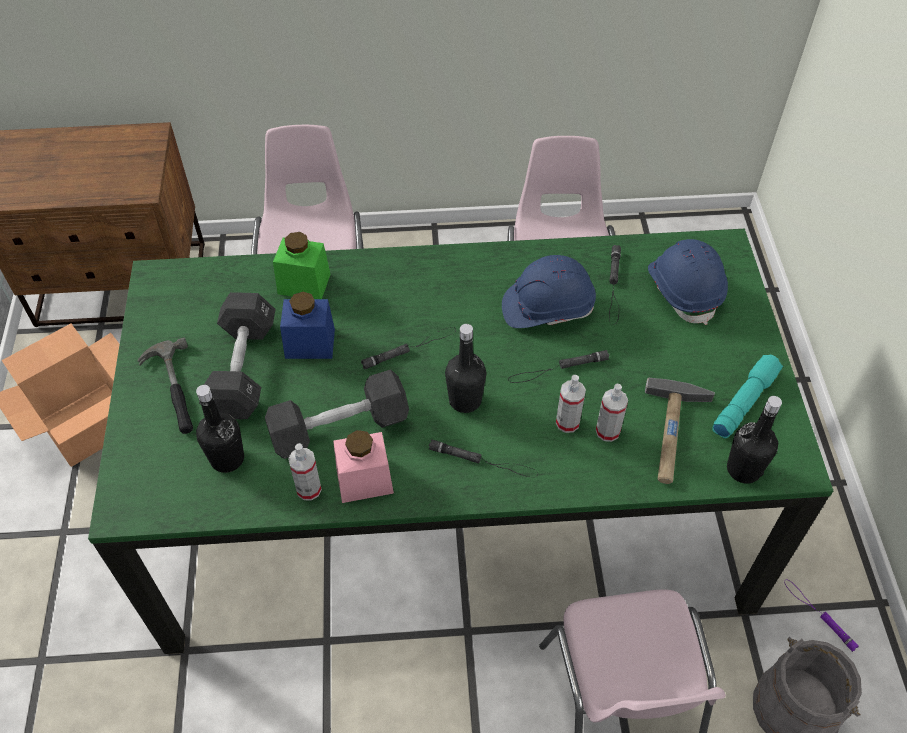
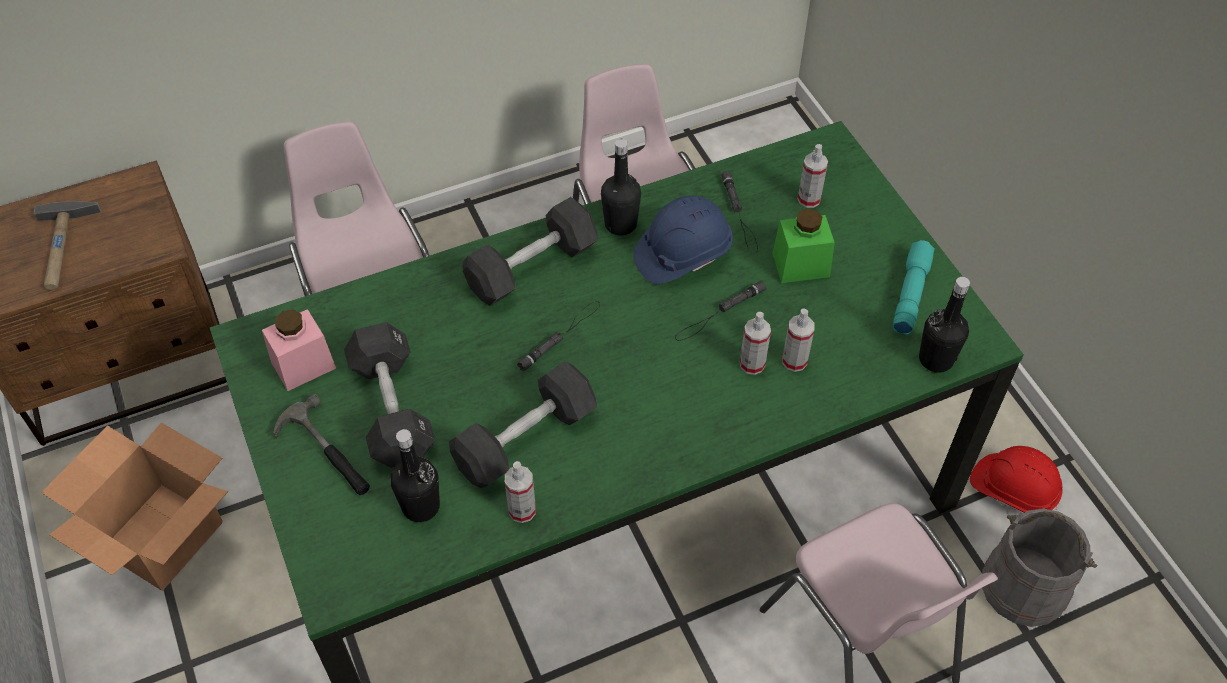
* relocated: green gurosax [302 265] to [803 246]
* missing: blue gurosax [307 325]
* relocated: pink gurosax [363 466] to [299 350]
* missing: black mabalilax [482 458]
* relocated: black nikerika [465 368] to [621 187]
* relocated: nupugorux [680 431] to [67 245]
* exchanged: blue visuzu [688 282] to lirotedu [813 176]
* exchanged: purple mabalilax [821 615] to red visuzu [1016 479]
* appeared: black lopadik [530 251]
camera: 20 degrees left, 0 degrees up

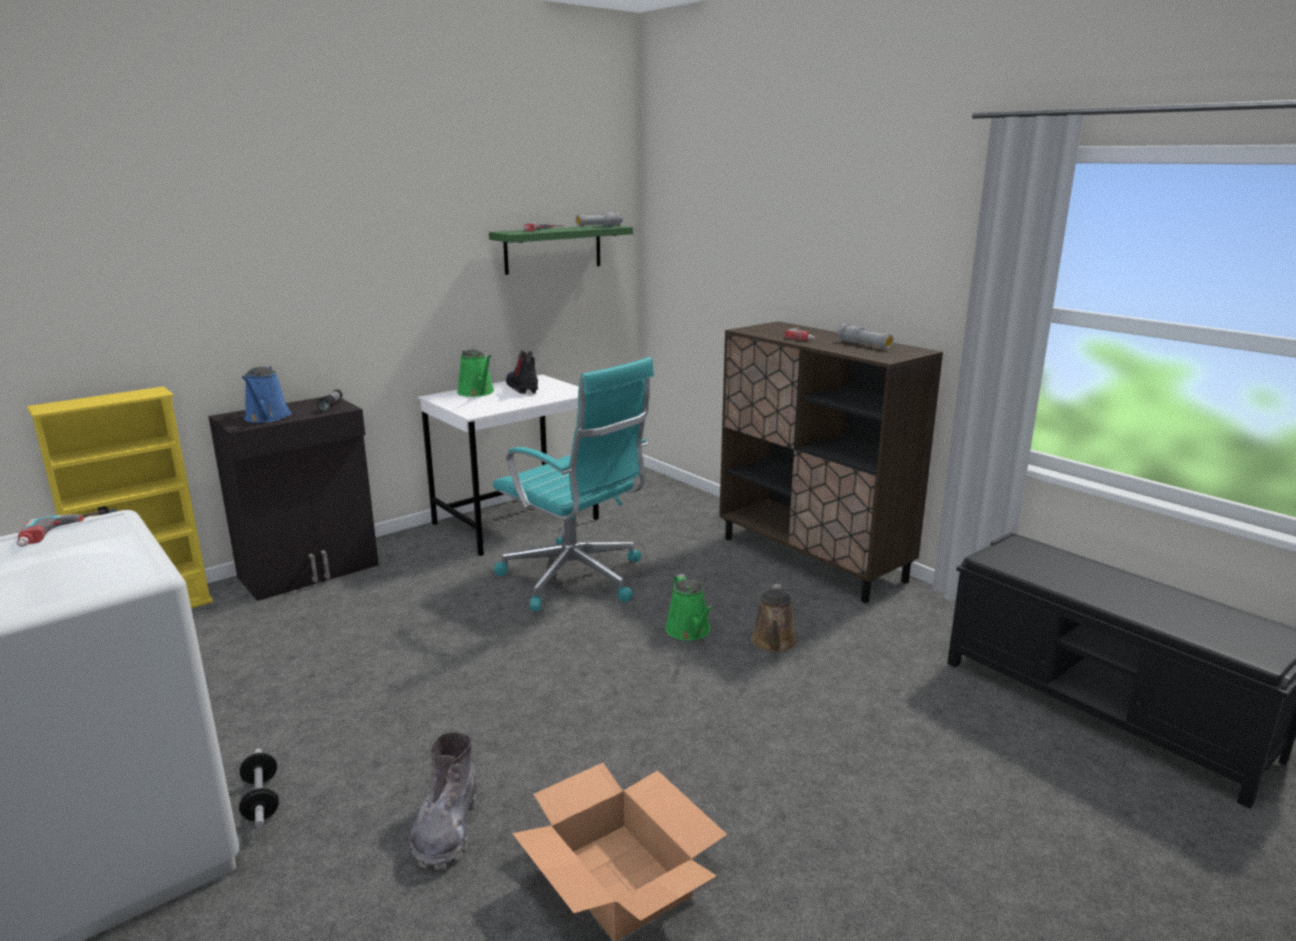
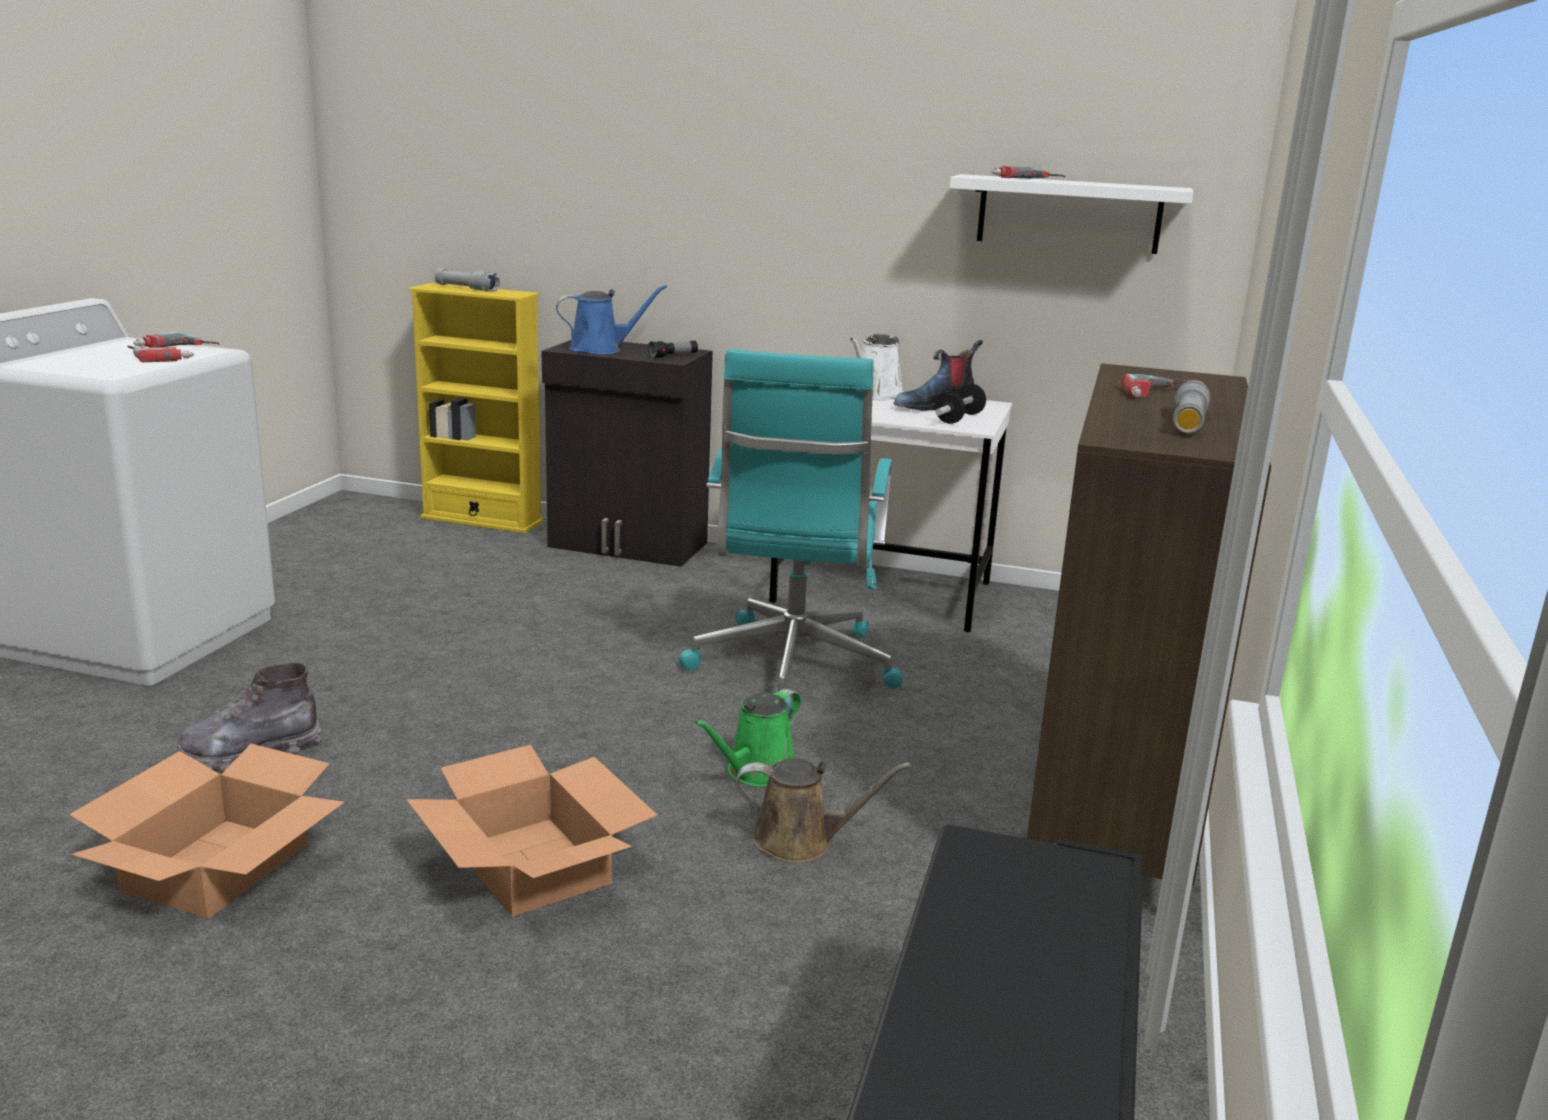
* relocated: lopadik [259 788] to [960 404]
* spun: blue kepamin [266 394] = [611 319] 150 degrees counterclockwise
* colour: green kepamin [475 373] to white kepamin [876 367]
* colour: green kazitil [561 250] to white kazitil [1071 214]
* spun: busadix [522 372] = [938 375] 150 degrees counterclockwise
* relocated: grey mabalilax [599 219] to [467 280]
* spun: brown kepamin [774 618] = [823 810] 150 degrees counterclockwise
* appeared: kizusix [160 354]
* appeared: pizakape [531 831]
camera: 55 degrees right, 0 degrees up

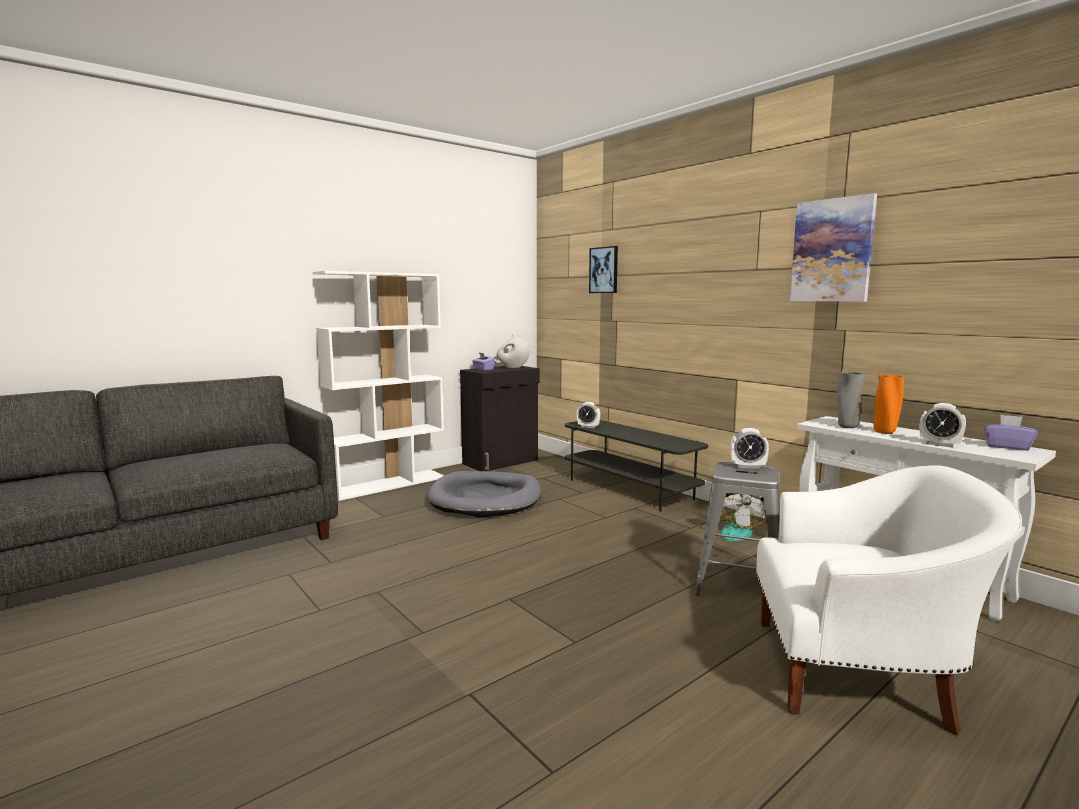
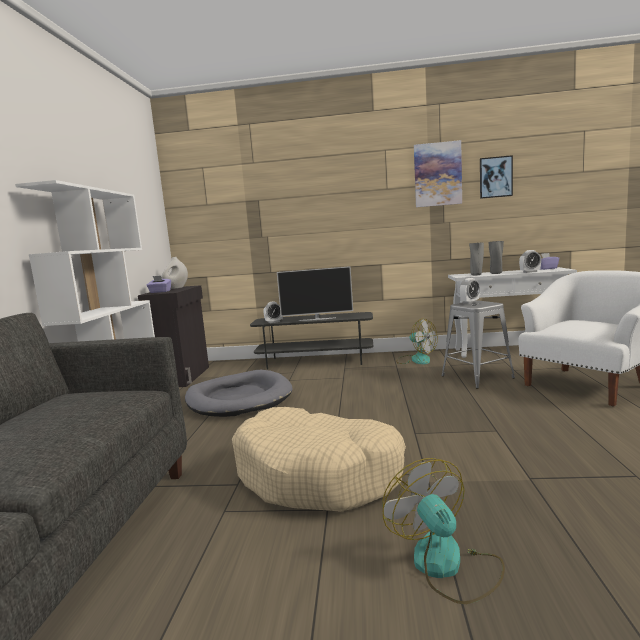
* relocated: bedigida [603 269] to [496 177]
* colour: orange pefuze [888 404] to grey pefuze [496 257]
* appeared: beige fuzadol [319 459]
* appeared: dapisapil [315 293]
* appeared: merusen [444 531]
camera: 45 degrees left, 0 degrees up

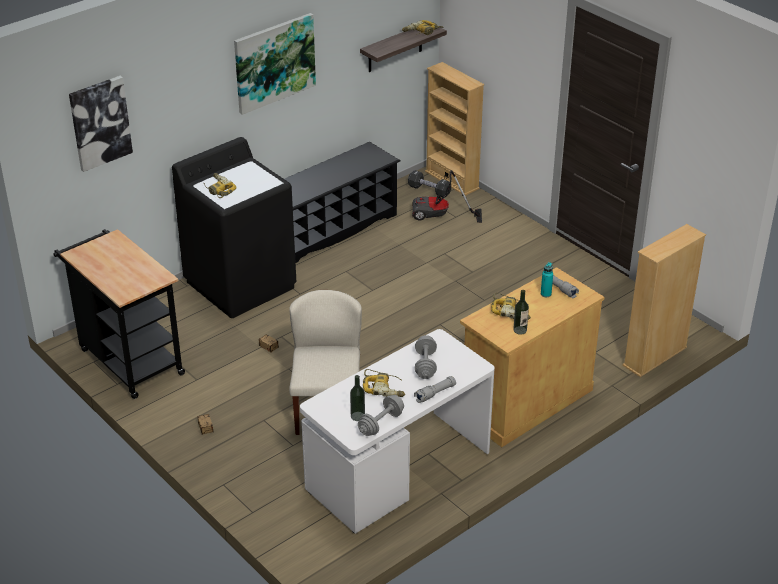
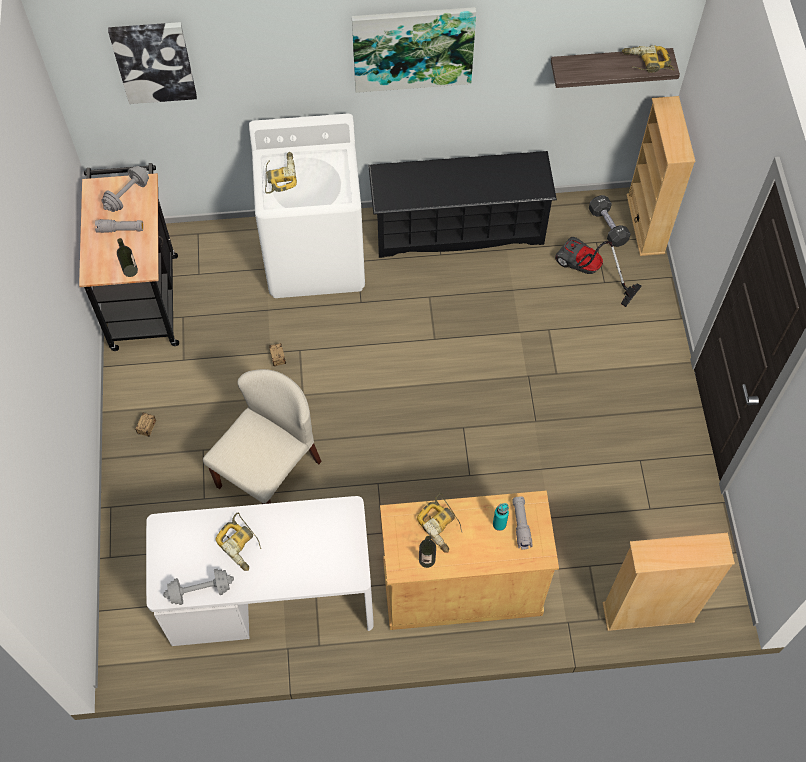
* colour: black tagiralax [234 227] to white tagiralax [307 206]
* relocated: nikerika [357 398] to [127 257]
* relocated: grey mabalilax [435 389] to [119 226]
* relocated: grey lopadik [426 357] to [125 189]
camera: 35 degrees right, 25 degrees up

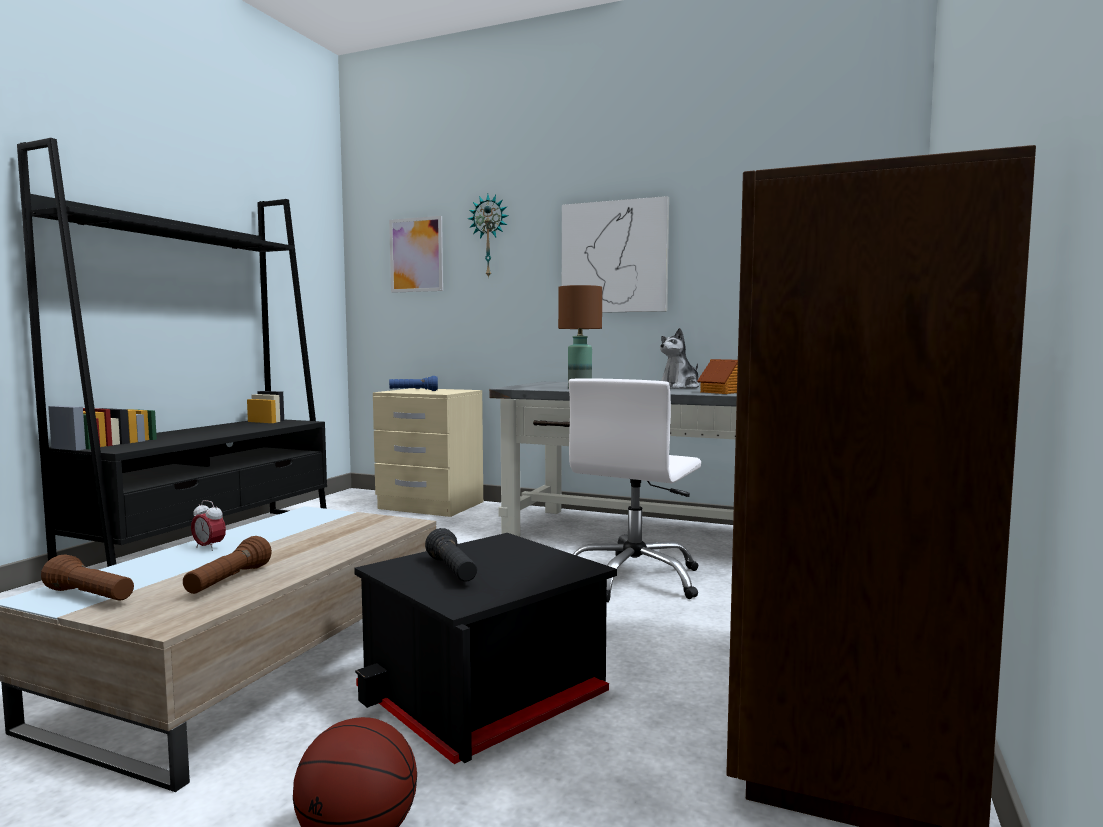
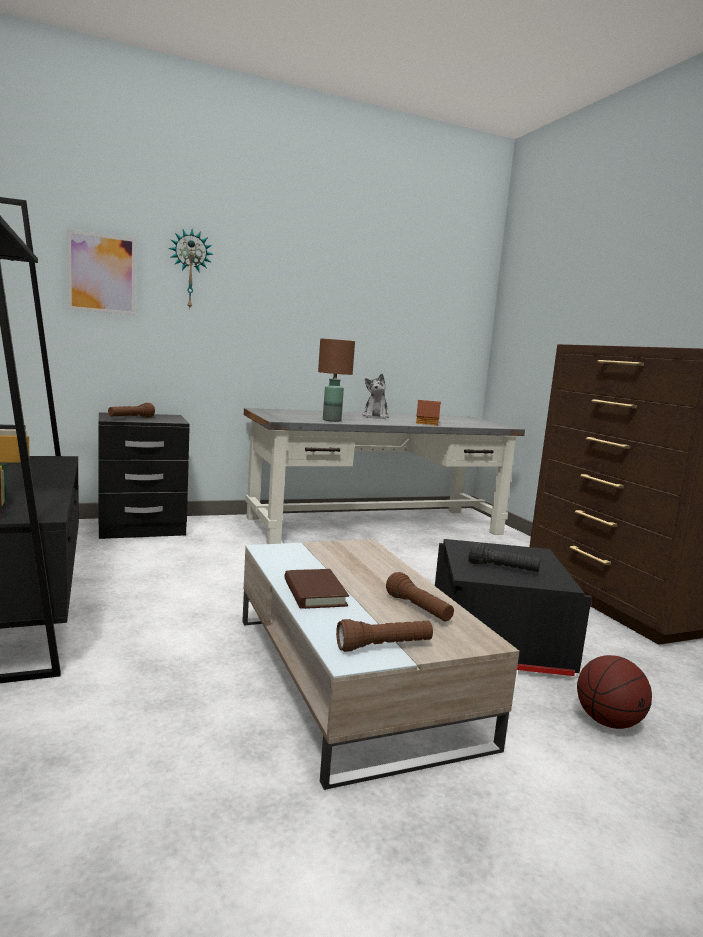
* exchanged: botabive [208 525] to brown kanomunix [317 589]
* colour: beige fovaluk [428 452] to black fovaluk [144 475]
* colour: blue mabalilax [413 383] to brown mabalilax [131 410]
* missing: bedigida [615 254]
* missing: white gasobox [635 490]
camera: 45 degrees left, 5 degrees up

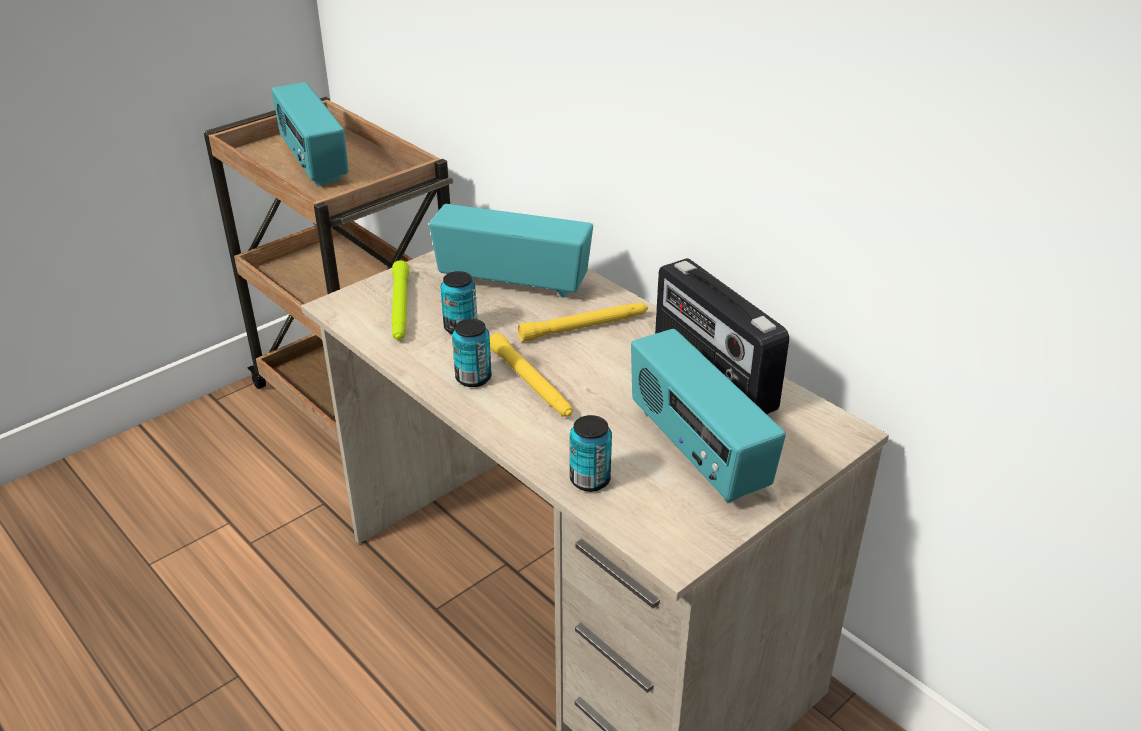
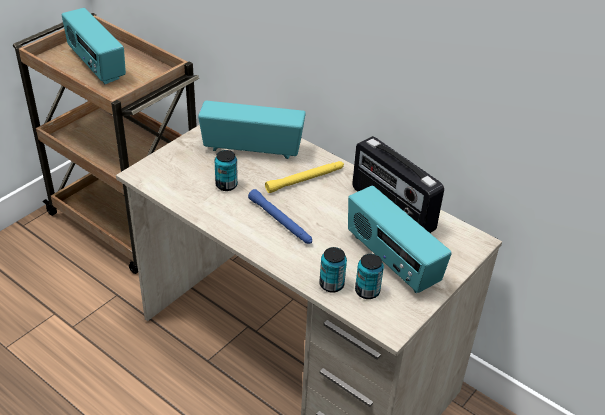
* missing: green mabalilax [400 300]
* relocated: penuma [472 353] to [369 276]
* colour: yellow mabalilax [531 375] to blue mabalilax [280 216]
camera: 10 degrees left, 5 degrees up

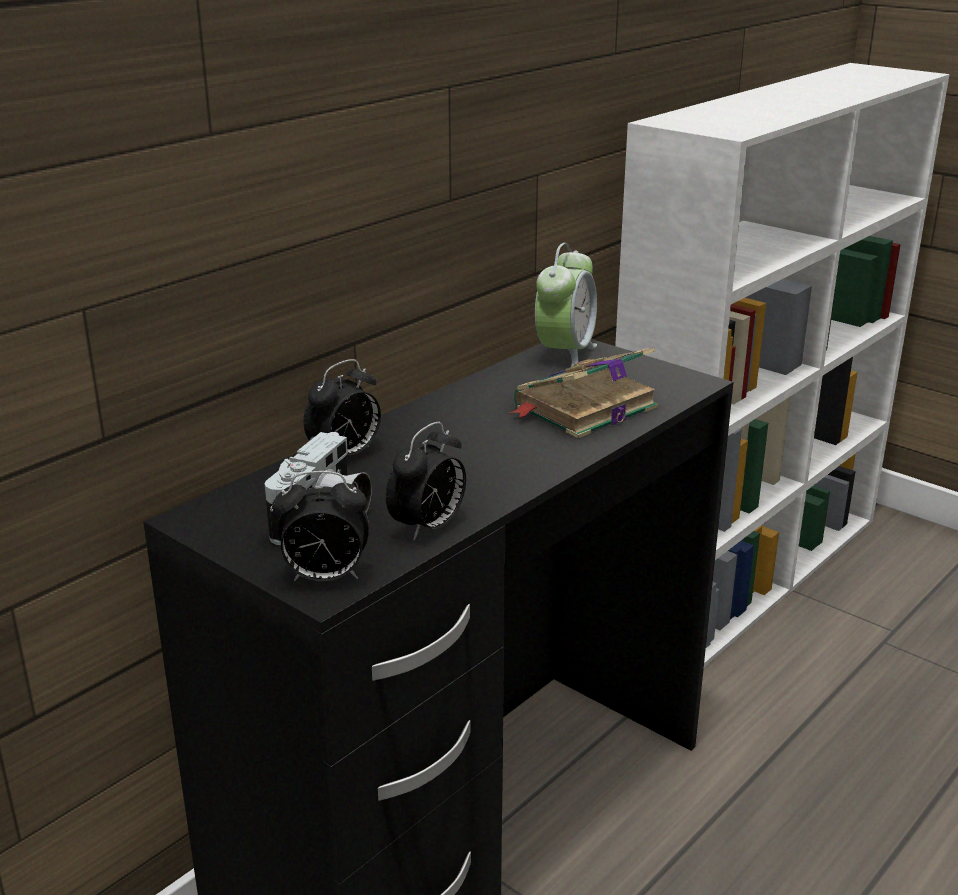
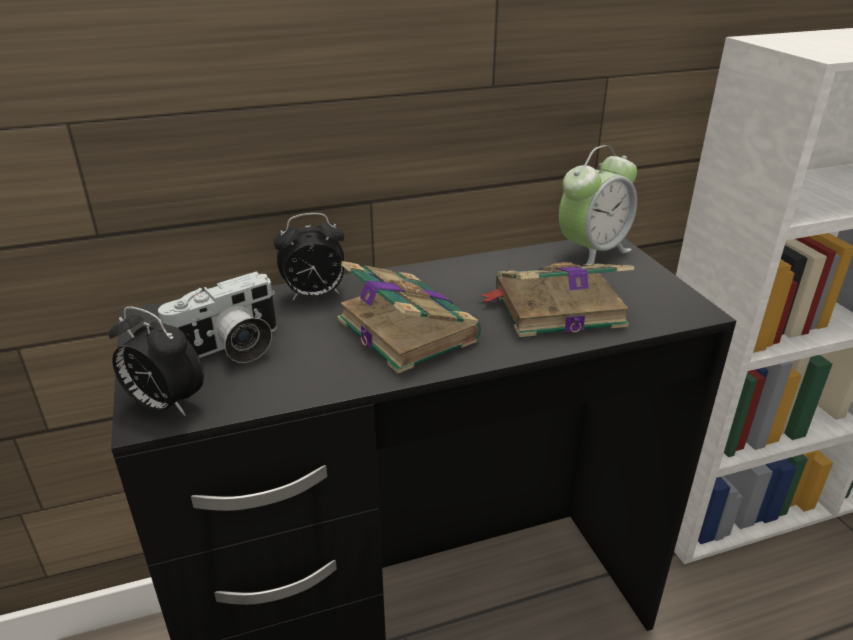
* missing: botabive [426 481]
* appeared: kanomunix [409 317]
camera: 30 degrees right, 5 degrees up

